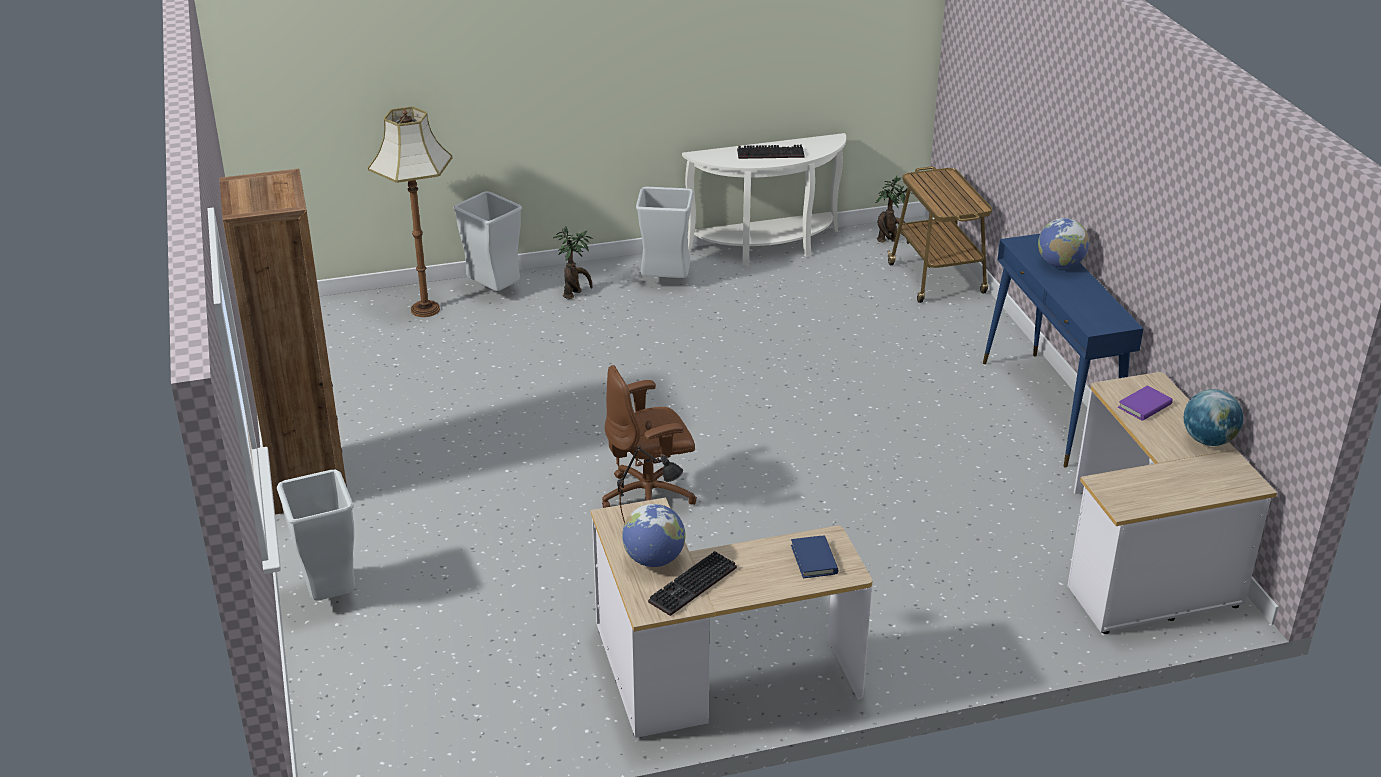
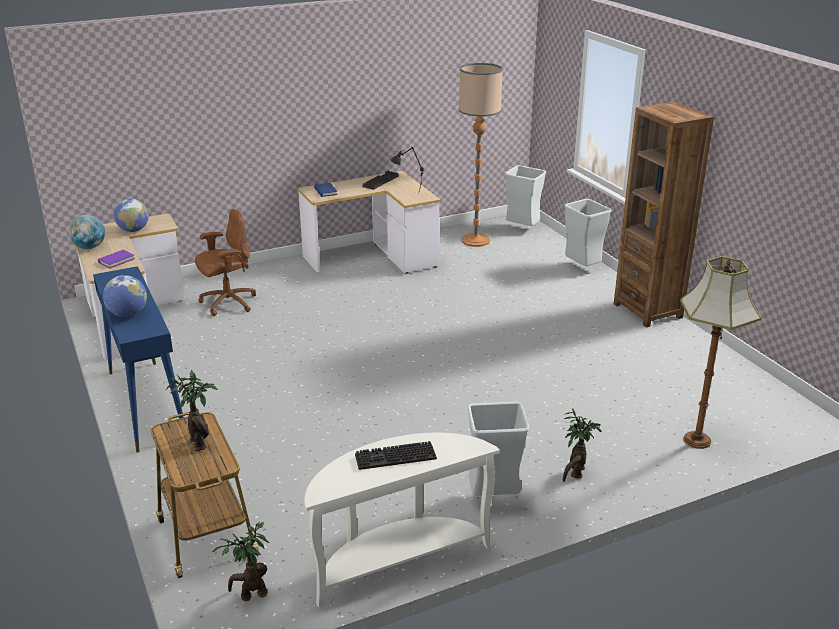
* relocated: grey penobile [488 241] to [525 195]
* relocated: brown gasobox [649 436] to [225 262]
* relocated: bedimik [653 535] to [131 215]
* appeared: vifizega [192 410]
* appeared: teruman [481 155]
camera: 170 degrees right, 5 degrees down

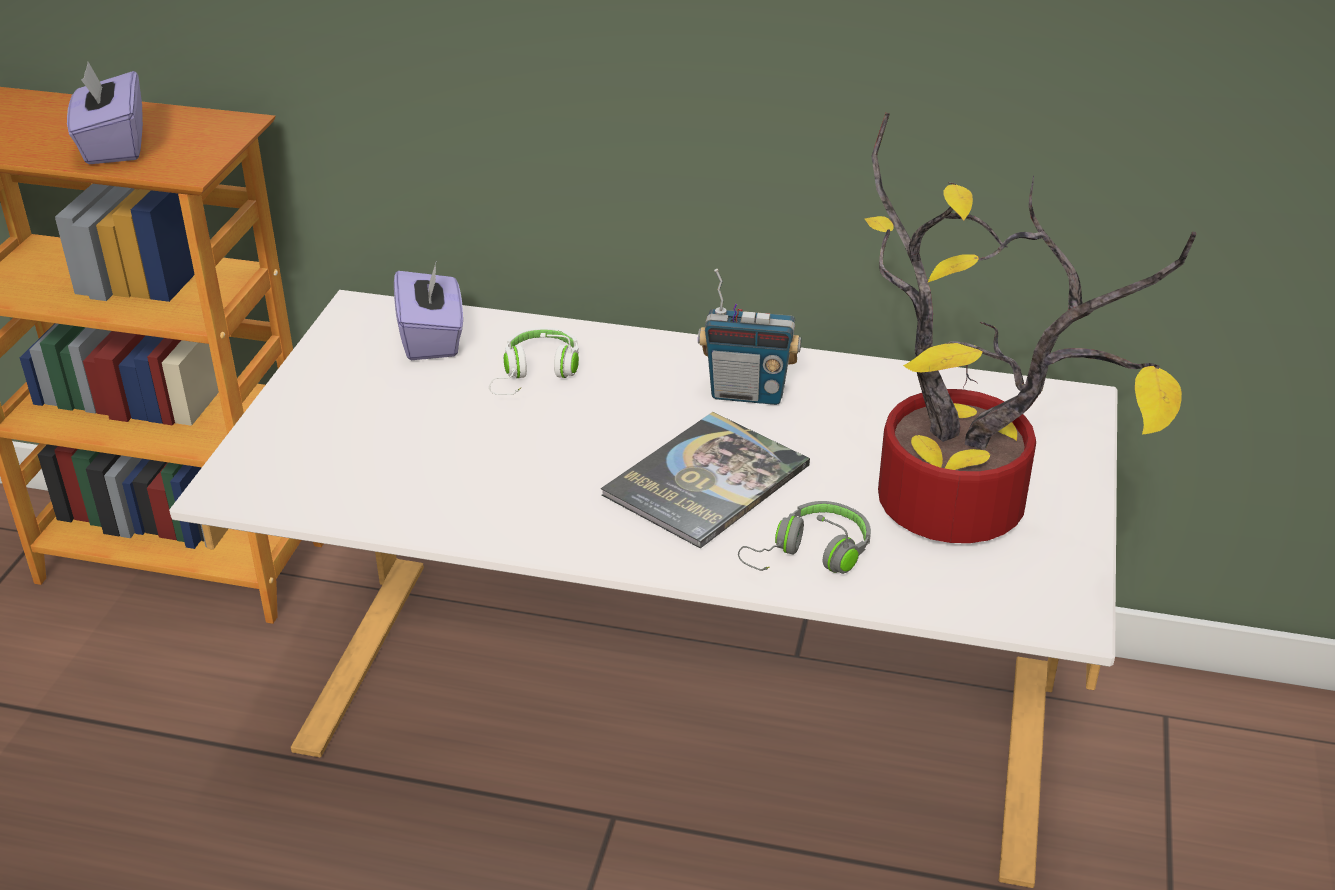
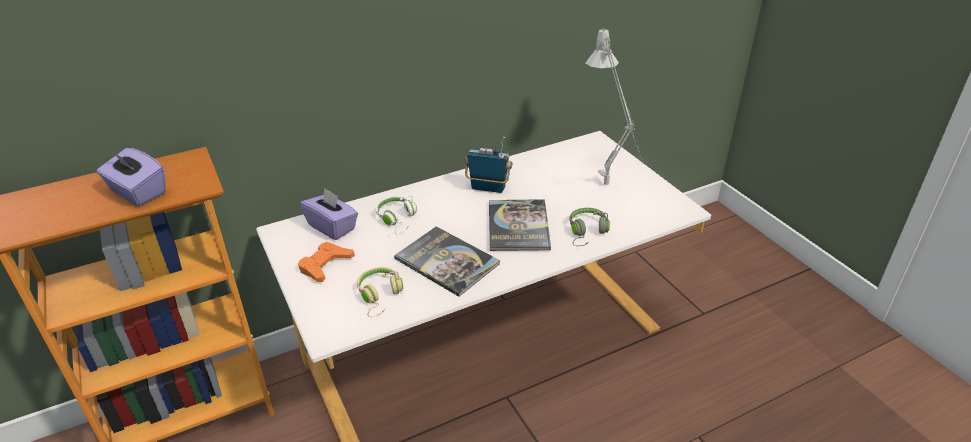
* spun: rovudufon [749 337] = [488 165] 135 degrees counterclockwise
* exchanged: vifizega [1030 328] to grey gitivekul [614 106]
* appeared: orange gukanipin [326 262]
* appeared: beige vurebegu [380 292]
* appeared: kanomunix [447 261]
camera: 40 degrees left, 0 degrees up

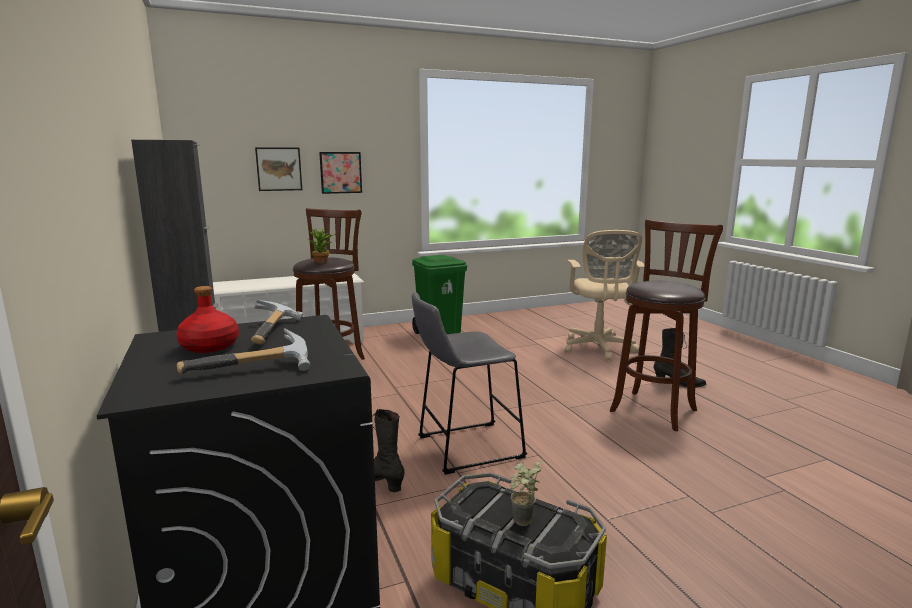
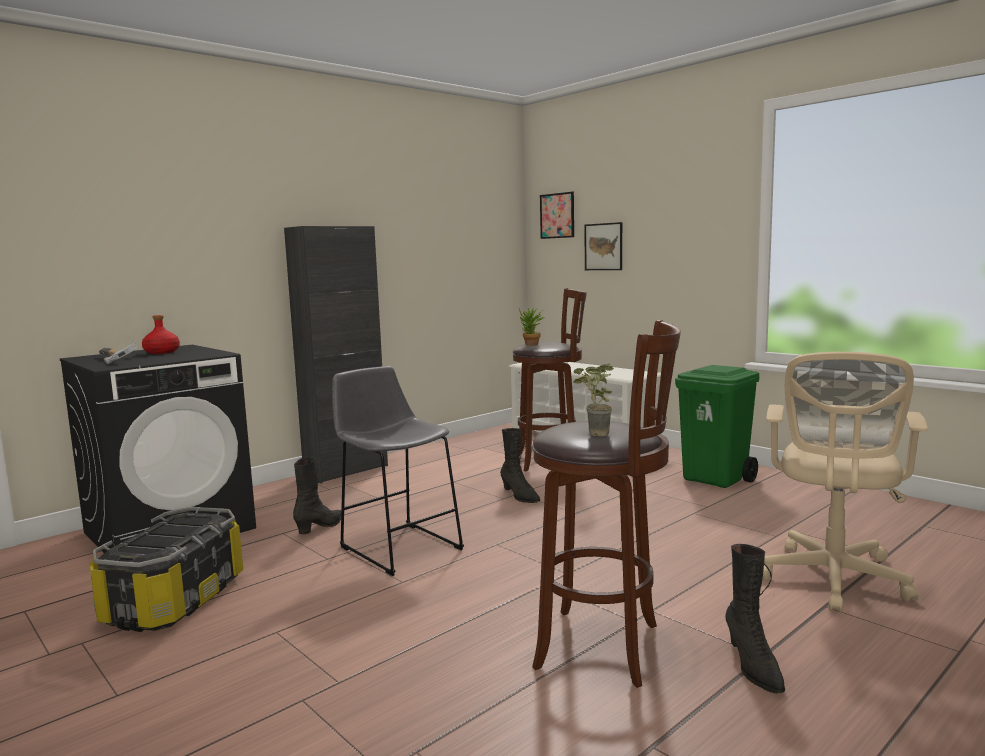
* missing: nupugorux [277 322]
* relocated: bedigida [340 173] to [557 215]
* relocated: vifizega [526 492] to [593 399]
* spun: beige gasobox [605 295] = [845 482] 45 degrees counterclockwise
* appeared: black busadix [520 465]
camera: 70 degrees right, 5 degrees down

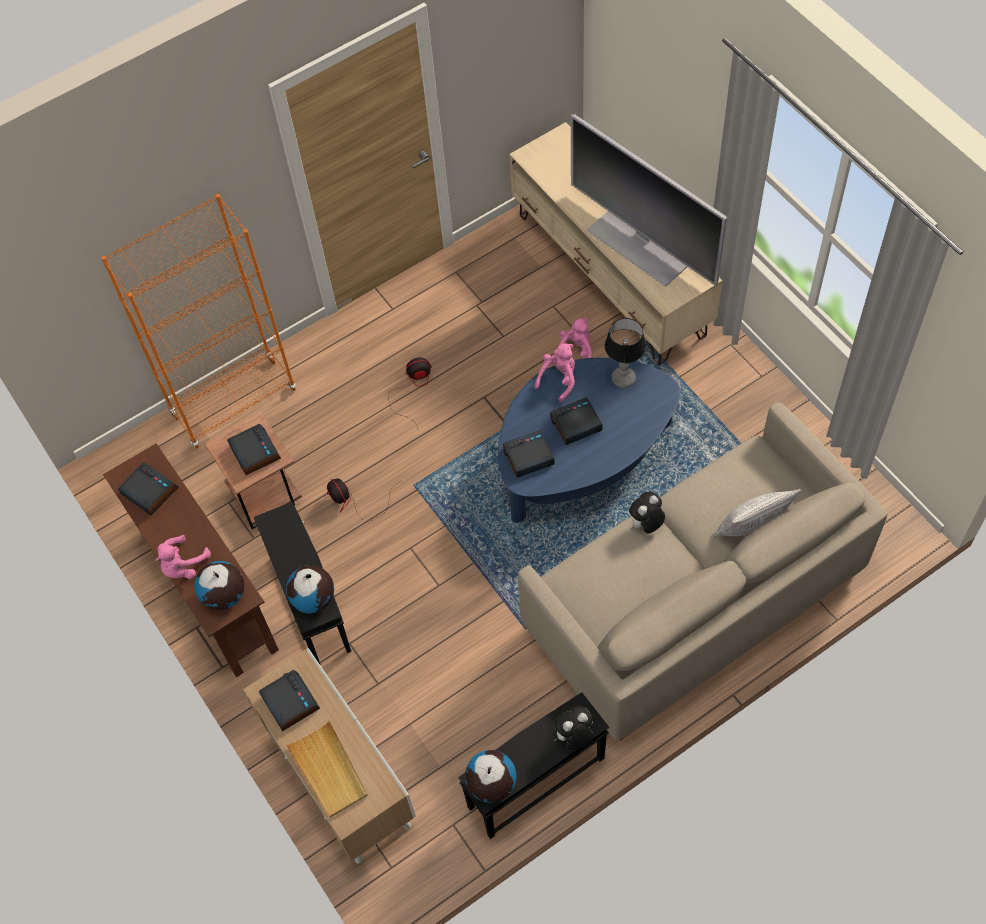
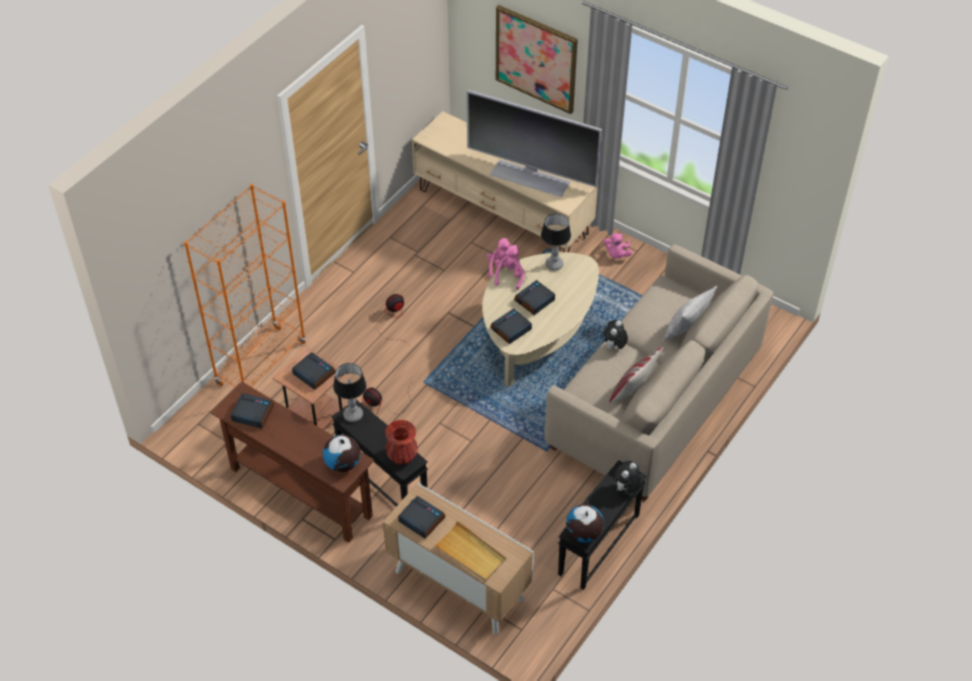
* relocated: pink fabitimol [183 557] to [617 246]
* exchanged: bedimik [310 589] to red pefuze [401 442]
* colour: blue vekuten [589 440] to beige vekuten [540 319]
* appeared: gitivekul [350 392]
* appeared: bedigida [537 59]
* appeared: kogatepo [636 375]
camera: 25 degrees left, 10 degrees down

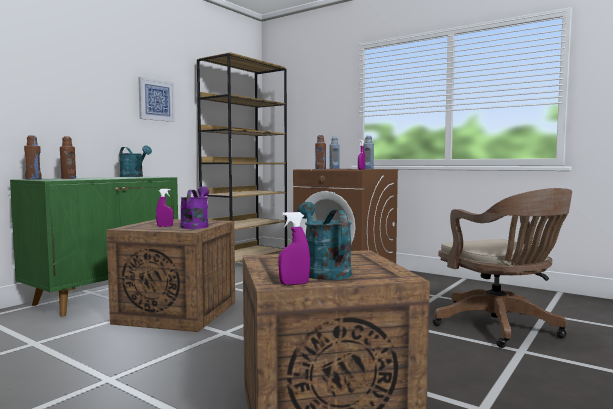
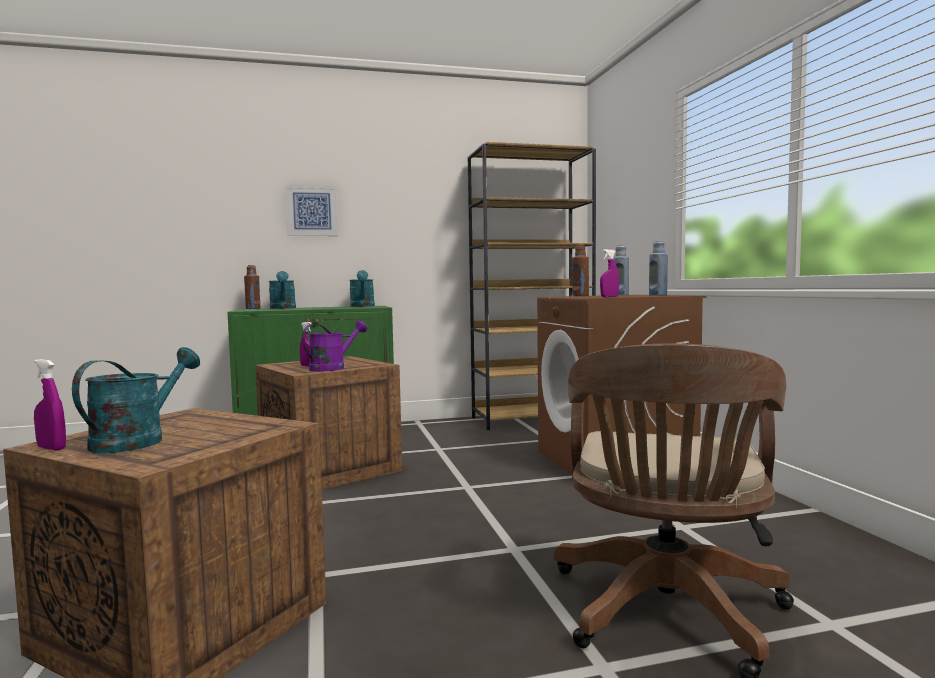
* exchanged: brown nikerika [68 158] to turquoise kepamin [282 290]
* relocated: bedigida [156 99] to [311 210]
camera: 40 degrees right, 0 degrees up

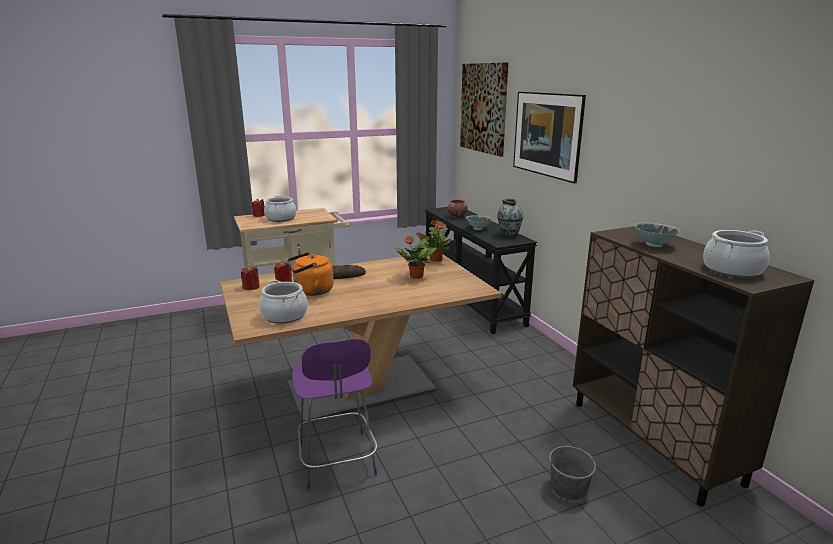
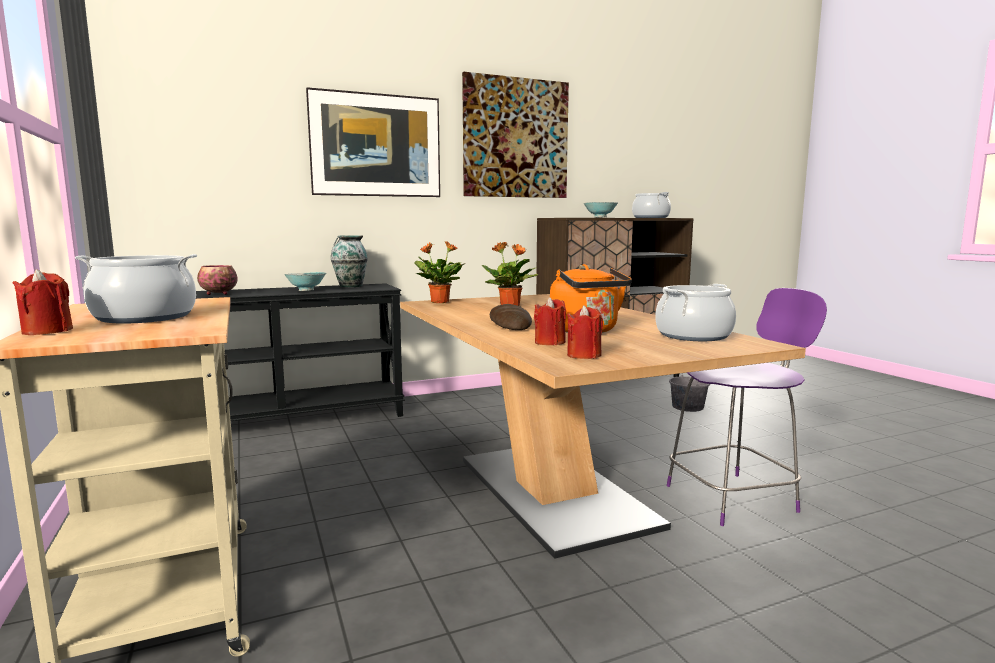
* relocated: bedigida [484 109] to [515 135]
camera: 90 degrees left, 10 degrees down

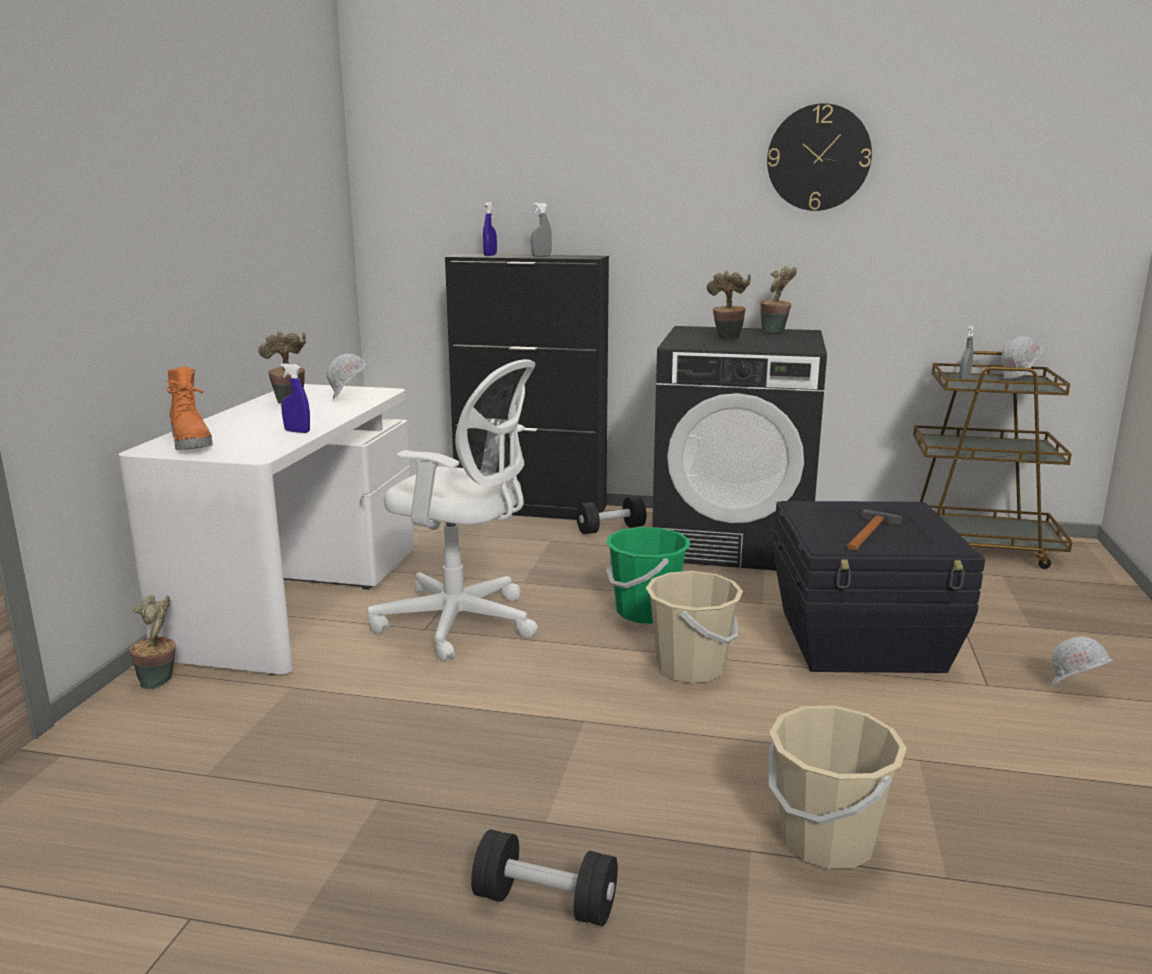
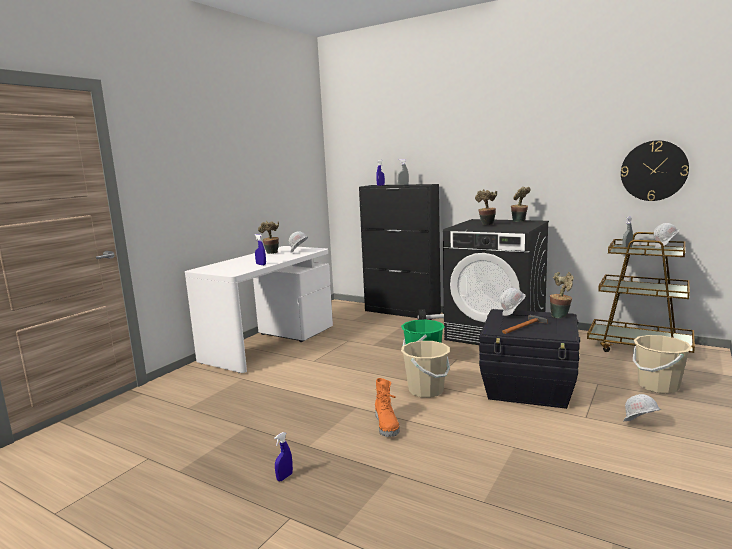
* relocated: vifizega [153 642] to [562 295]
* relocated: orange busadix [189 408] to [387 407]
* missing: white gasobox [452 510]
* exchanged: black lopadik [544 878] to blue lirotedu [283 456]
* relocated: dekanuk [819 157] to [655 170]
* relocated: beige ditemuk [838 787] to [662 364]
* appeared: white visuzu [513 302]
camera: 20 degrees right, 5 degrees down

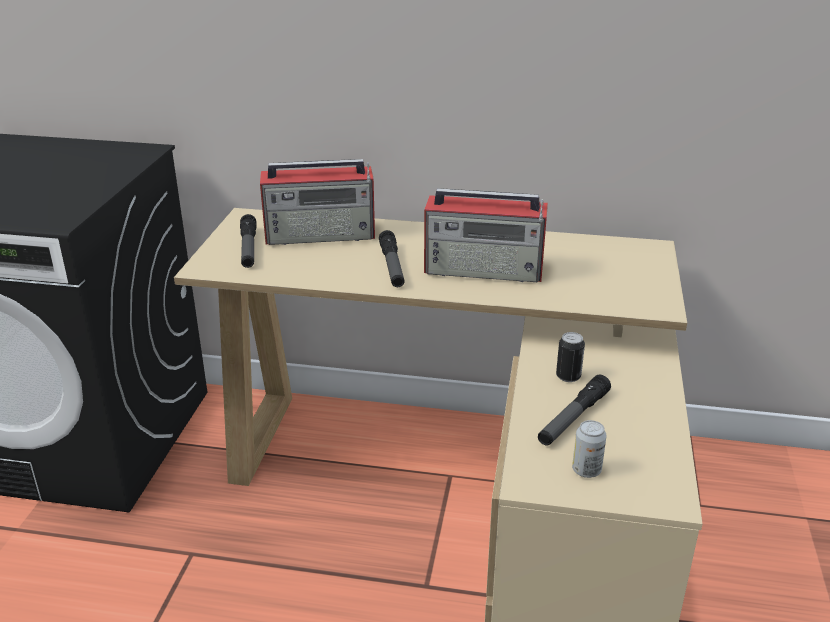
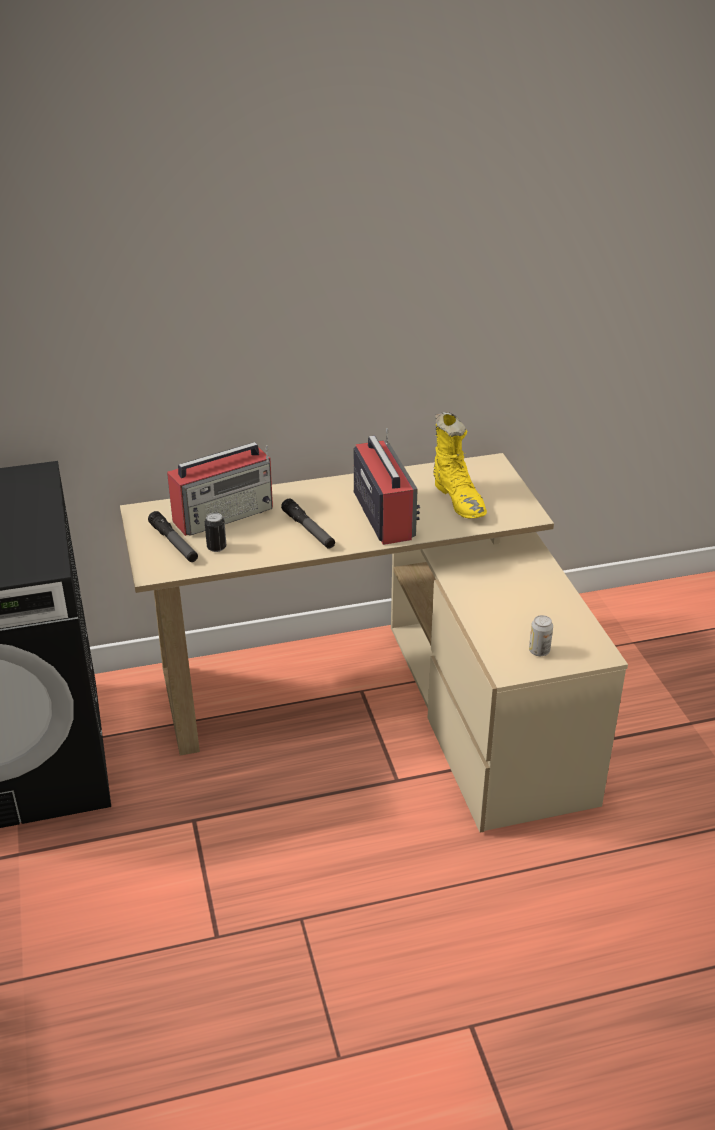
* spun: rovudufon [486 235] = [387 486] 90 degrees counterclockwise
* missing: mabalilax [574 410]
* relocated: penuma [570 357] to [215 532]
* appeared: yellow busadix [460 465]
camera: 25 degrees left, 5 degrees up

